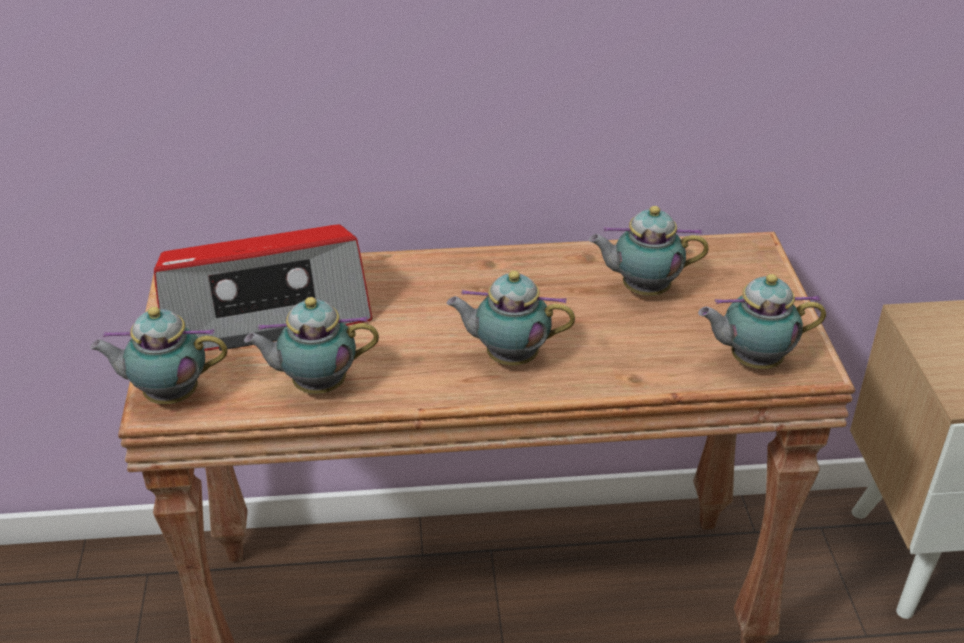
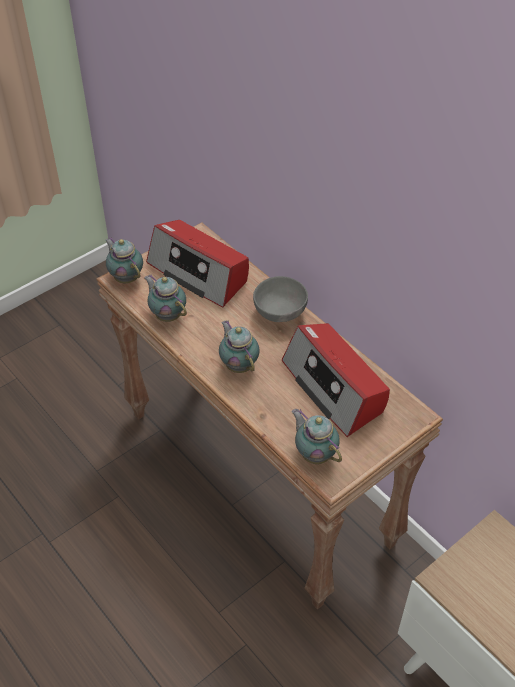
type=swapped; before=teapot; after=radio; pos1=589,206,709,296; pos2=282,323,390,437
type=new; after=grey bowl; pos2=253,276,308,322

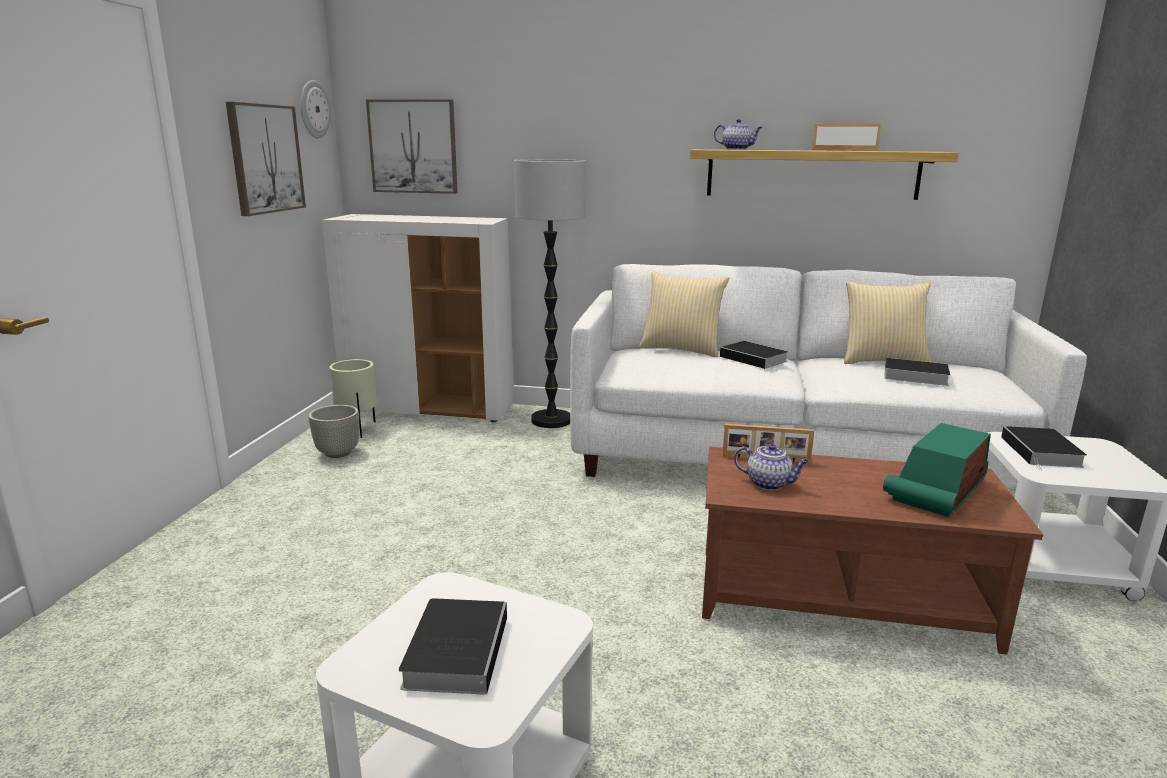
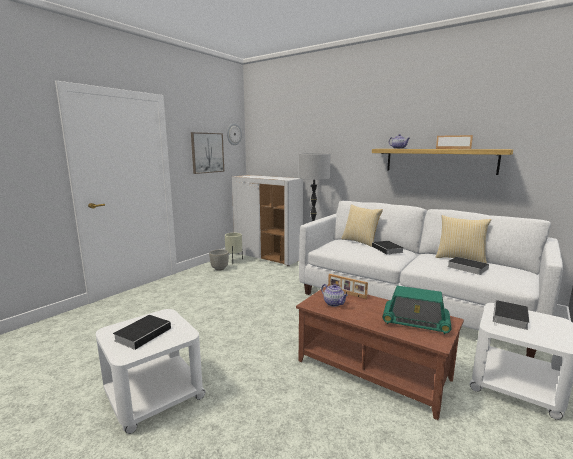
type=gone; before=picture; pos1=366,99,458,194
type=rotated; before=radio; pos1=883,423,991,517; pos2=383,286,452,334; turn=-135

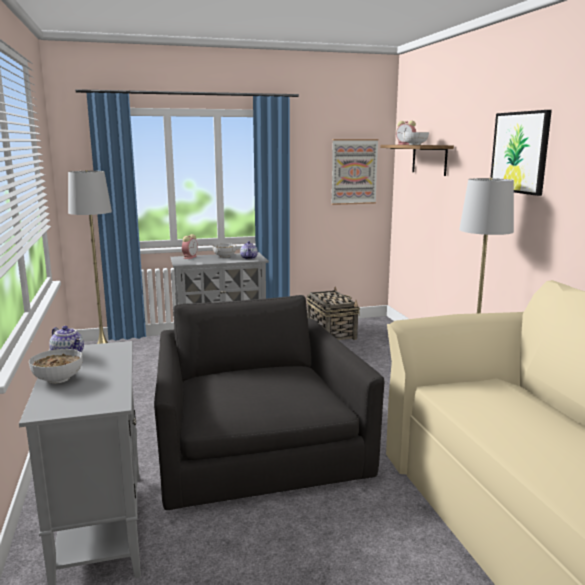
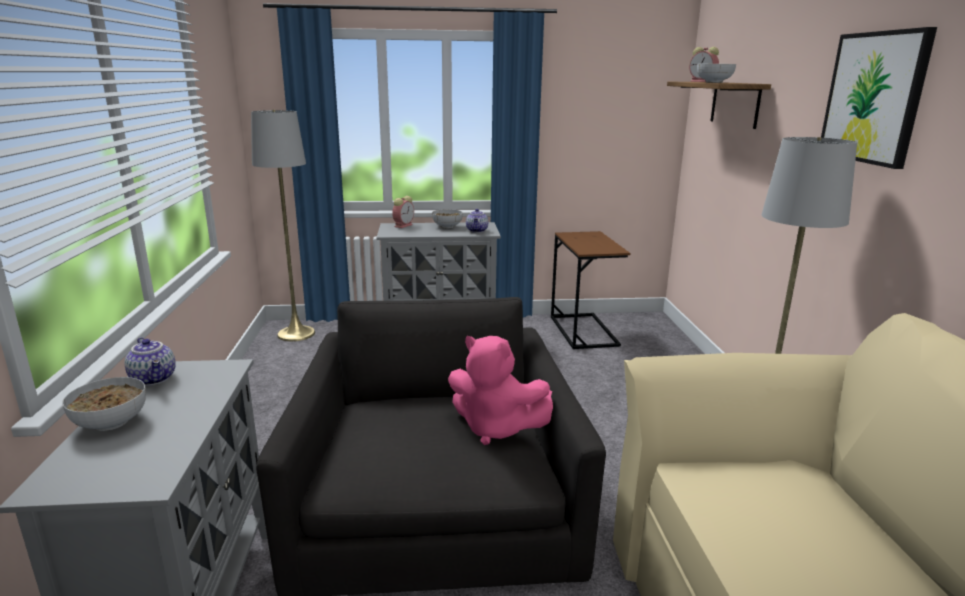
type=swapped; before=basket; after=brown side table; pos1=306,286,360,340; pos2=551,231,630,349
type=gone; before=picture; pos1=331,139,379,205
type=new; after=pink plush toy; pos2=448,336,553,445

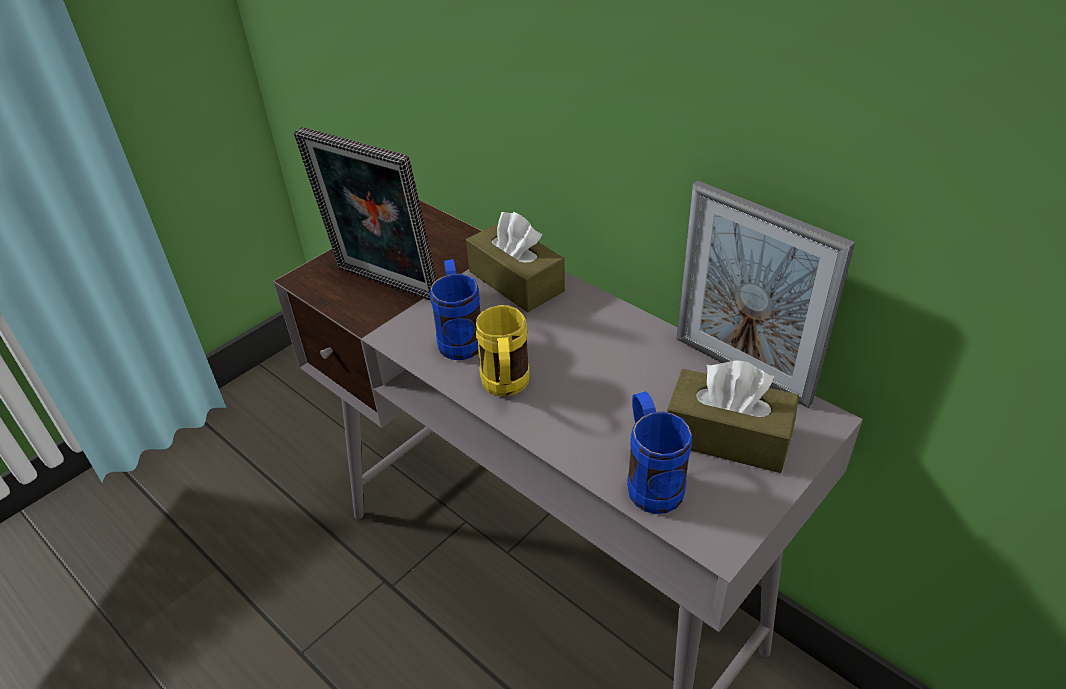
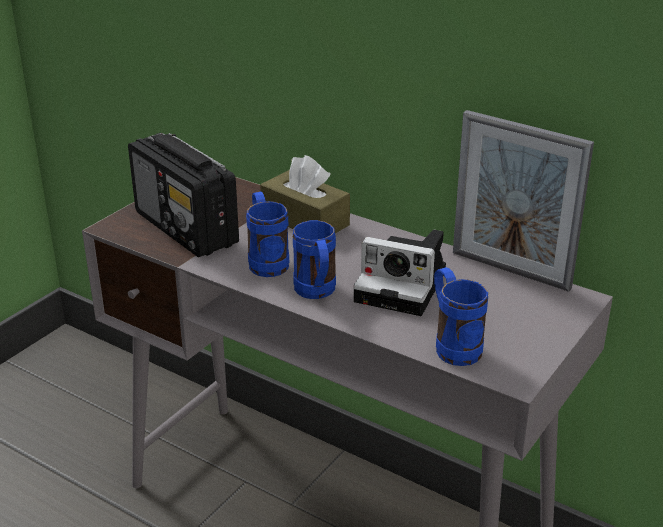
type=swapped; before=picture frame; after=radio; pos1=294,127,437,301; pos2=128,133,239,257
type=repainted; before=yellow mug; after=blue mug; pos1=475,305,529,396; pos2=293,220,336,299
type=gone; before=brown tissue box; pos1=667,360,799,473
type=new; after=photo camera; pos2=353,229,446,316

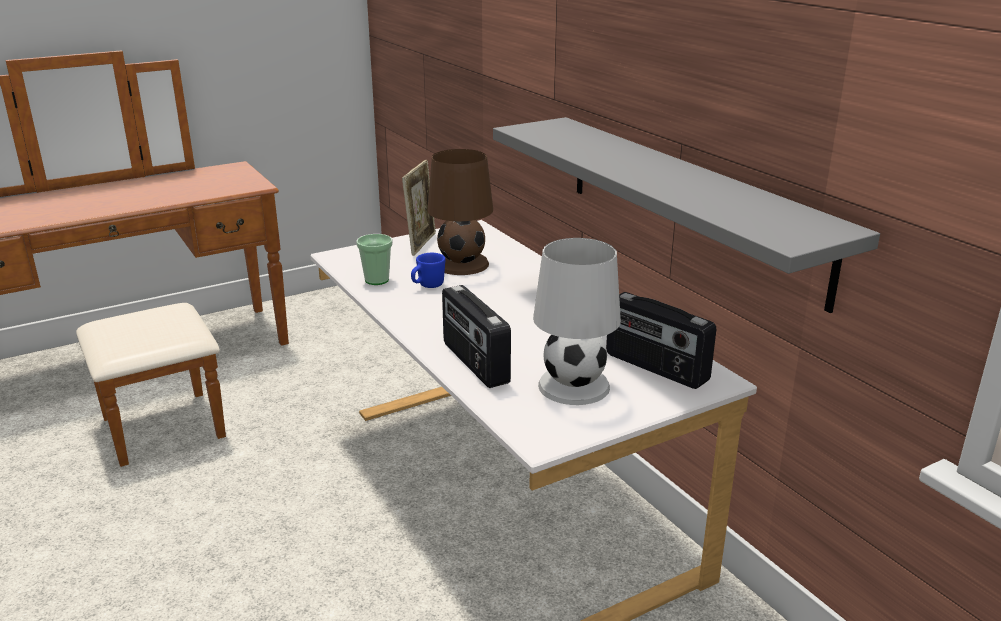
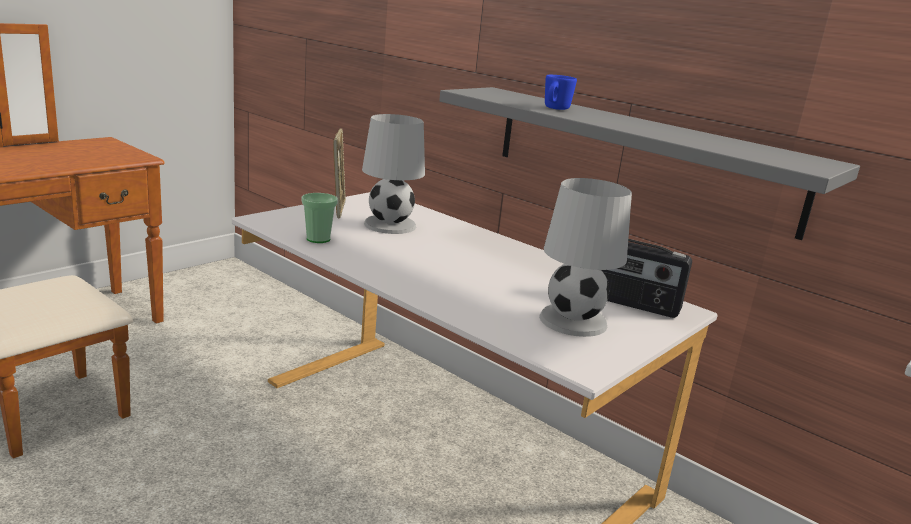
type=shifted; before=blue mug; pos1=411,253,445,288; pos2=545,75,577,110
type=repainted; before=brown table lamp; after=white table lamp; pos1=427,149,493,275; pos2=362,114,425,234
type=gone; before=radio; pos1=442,285,511,388

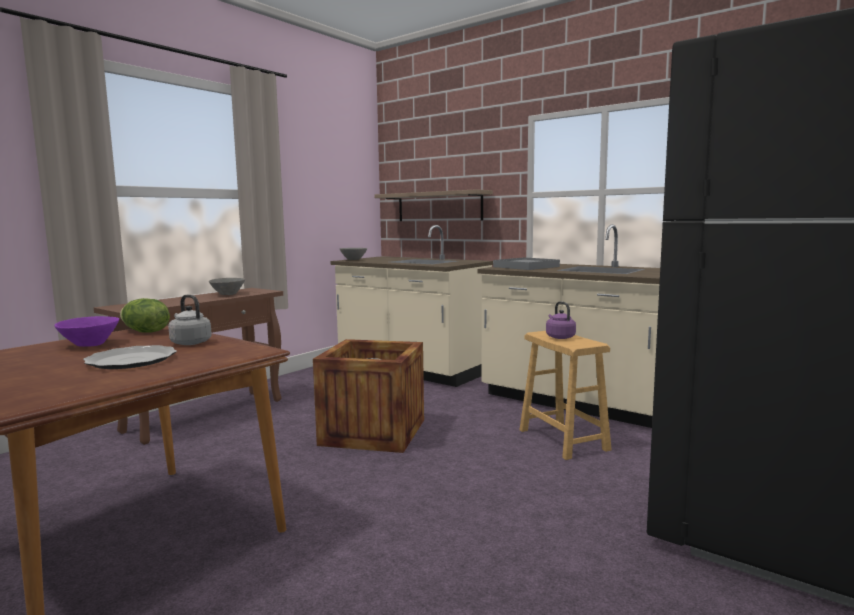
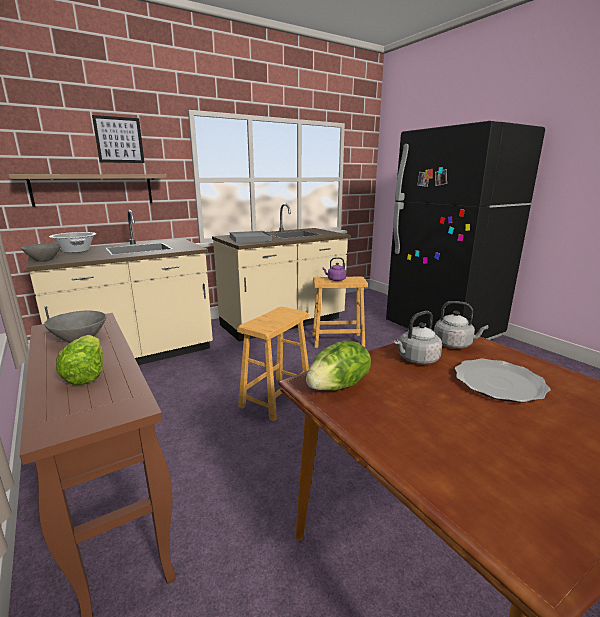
type=gone; before=purple bowl; pos1=55,316,119,347
type=swapped; before=crate; after=brown stool; pos1=313,339,424,453; pos2=237,307,309,421
type=new; after=cooking pot; pos2=49,232,96,253
type=new; after=lettuce; pos2=56,335,103,385
type=new; after=picture; pos2=92,115,145,163
type=new; after=grey kettle; pos2=434,301,488,349

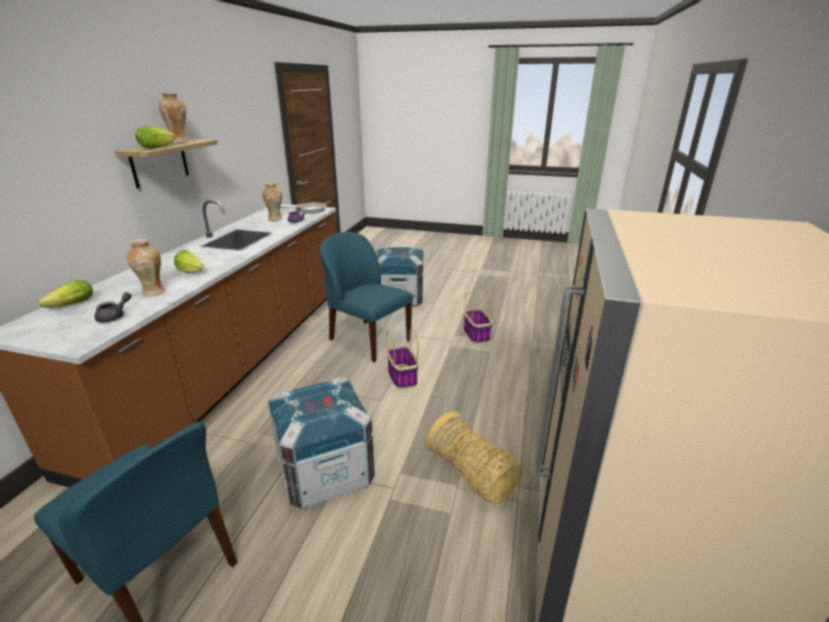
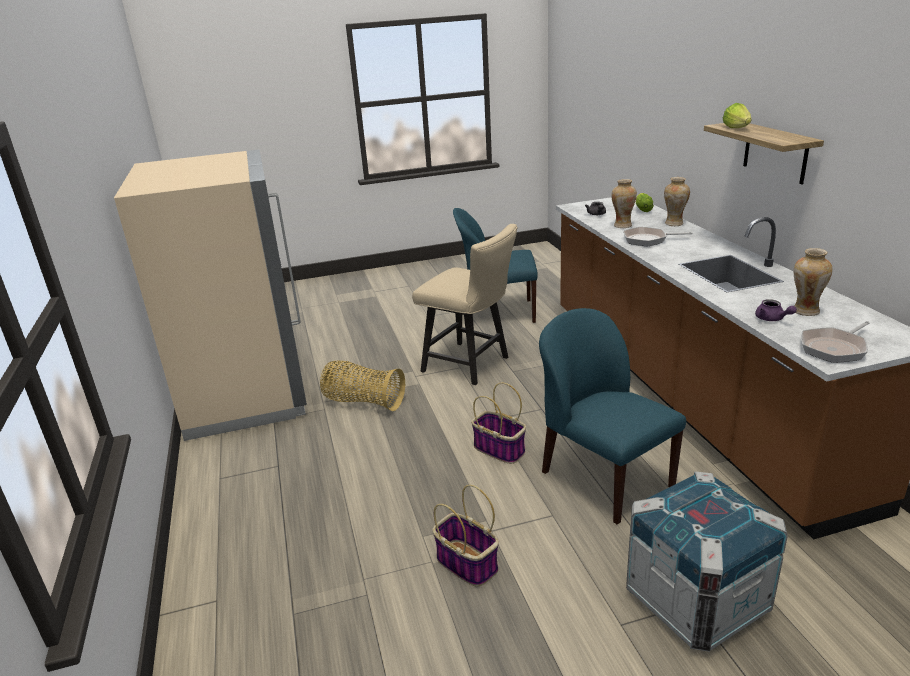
type=shifted; before=vase; pos1=159,93,189,143; pos2=664,177,690,226
type=swapped; before=lettuce; after=frying pan; pos1=174,250,204,273; pos2=623,227,692,247
type=swapped; before=crate; after=beige chair; pos1=268,377,375,509; pos2=412,224,518,385
type=rotated; before=blue chair; pos1=319,232,413,362; pos2=539,308,686,524; turn=-135

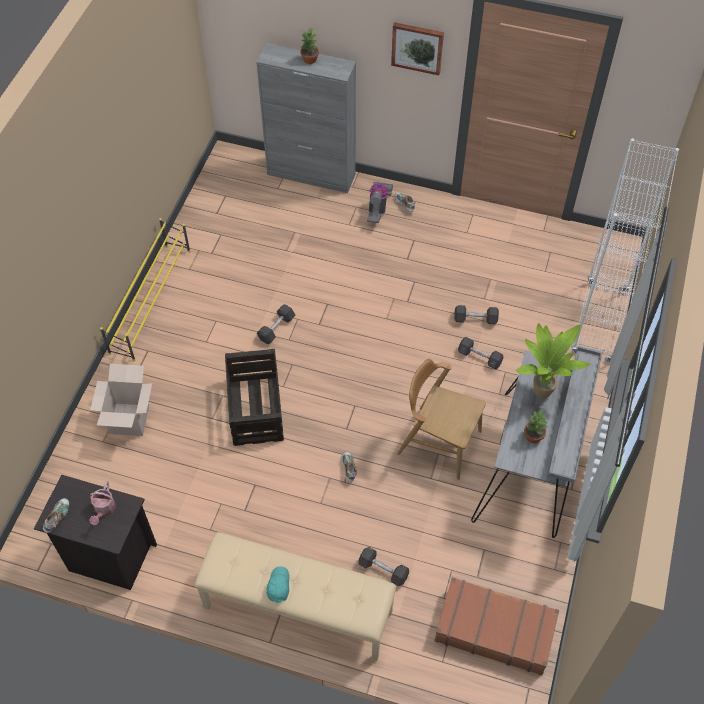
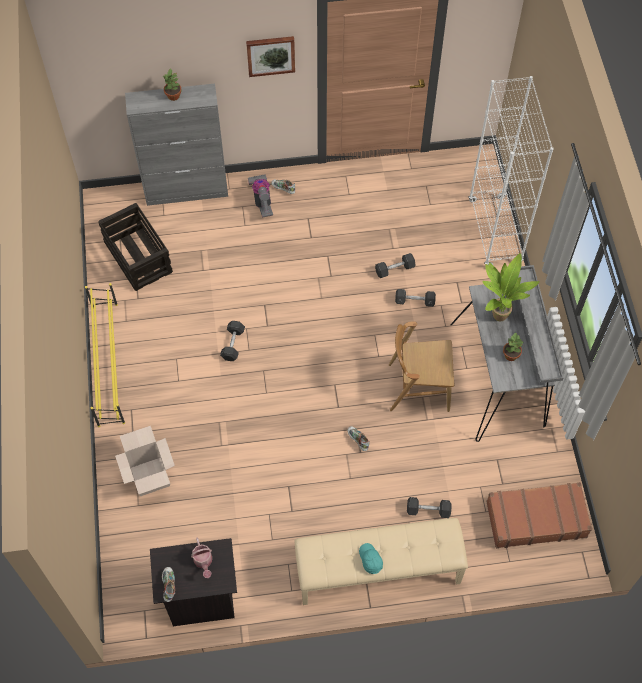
type=shifted; before=crate; pos1=225,349,284,446; pos2=98,203,173,291

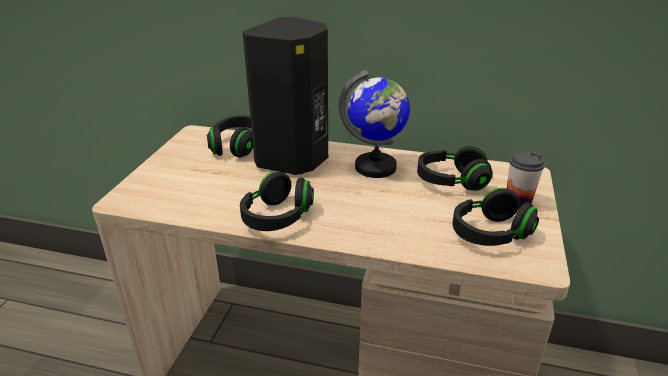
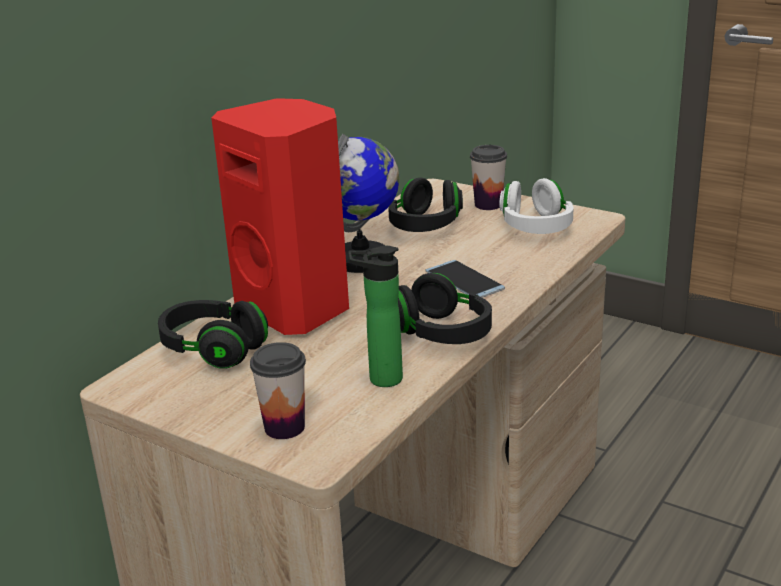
type=repainted; before=black speaker; after=red speaker; pos1=243,17,328,175; pos2=211,98,349,335
type=repainted; before=black headphones; after=white headphones; pos1=452,188,539,246; pos2=499,178,573,234
type=new; after=cup; pos2=250,342,306,439
type=new; after=bottle; pos2=348,246,403,387
type=new; after=phone; pos2=426,260,505,298

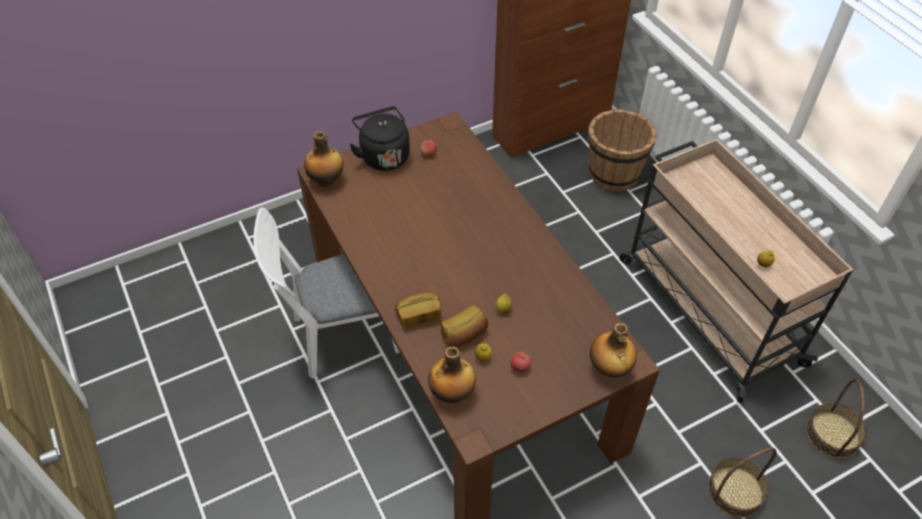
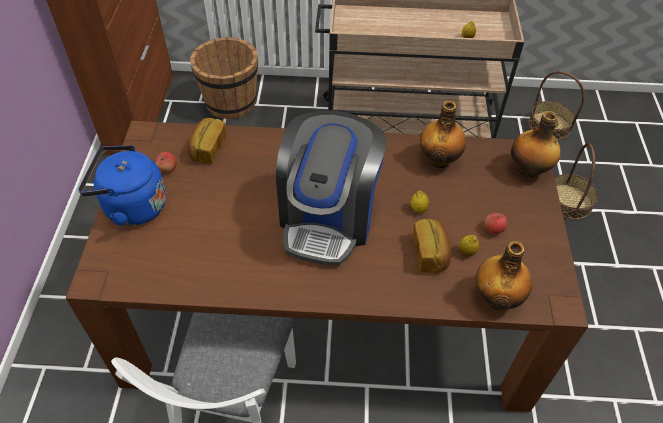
type=shifted; before=bottle; pos1=304,131,344,187; pos2=420,101,466,168
type=repainted; before=black kettle; after=blue kettle; pos1=350,106,410,171; pos2=78,145,166,226
type=shifted; before=bread; pos1=395,291,441,328; pos2=188,118,227,164
type=new; after=coffee machine; pos2=276,110,387,265

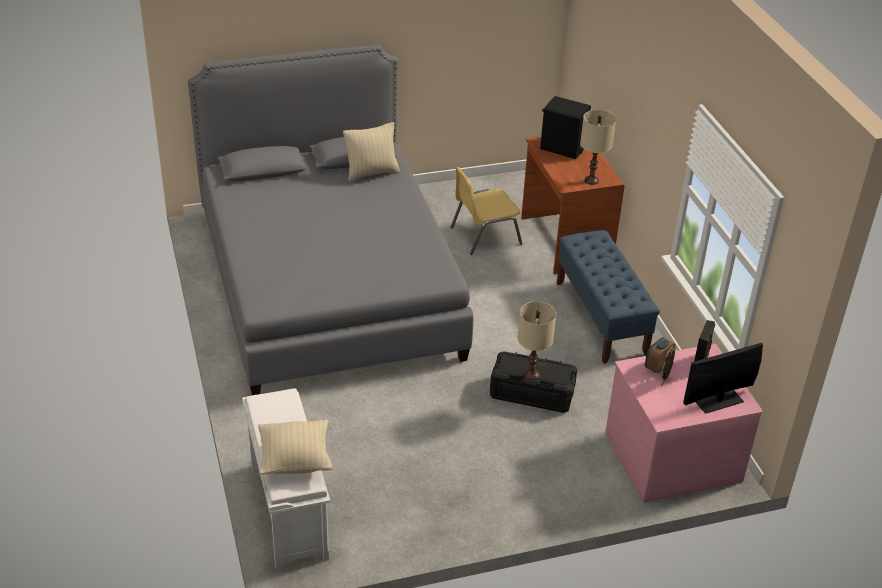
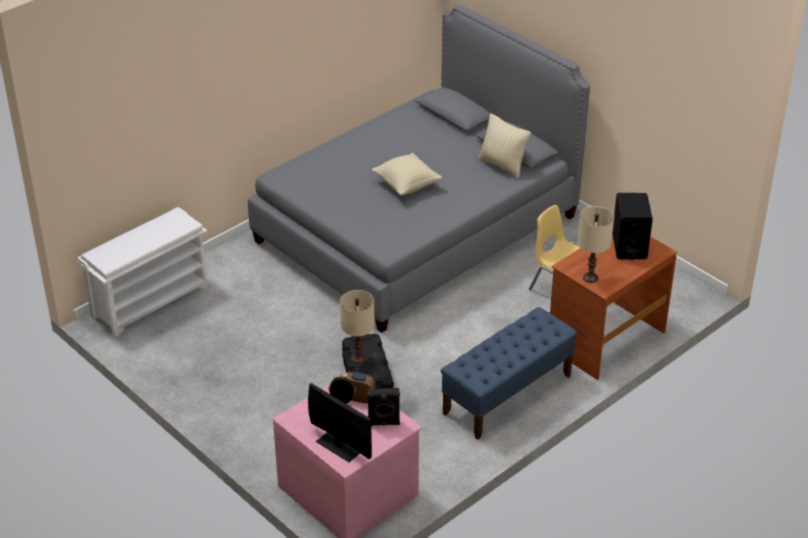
type=shifted; before=beige pillow; pos1=258,420,333,475; pos2=372,153,443,196

